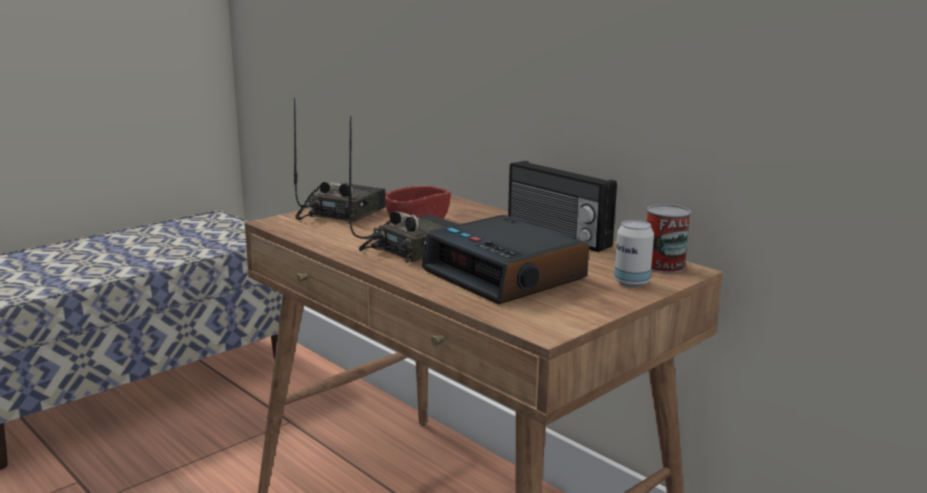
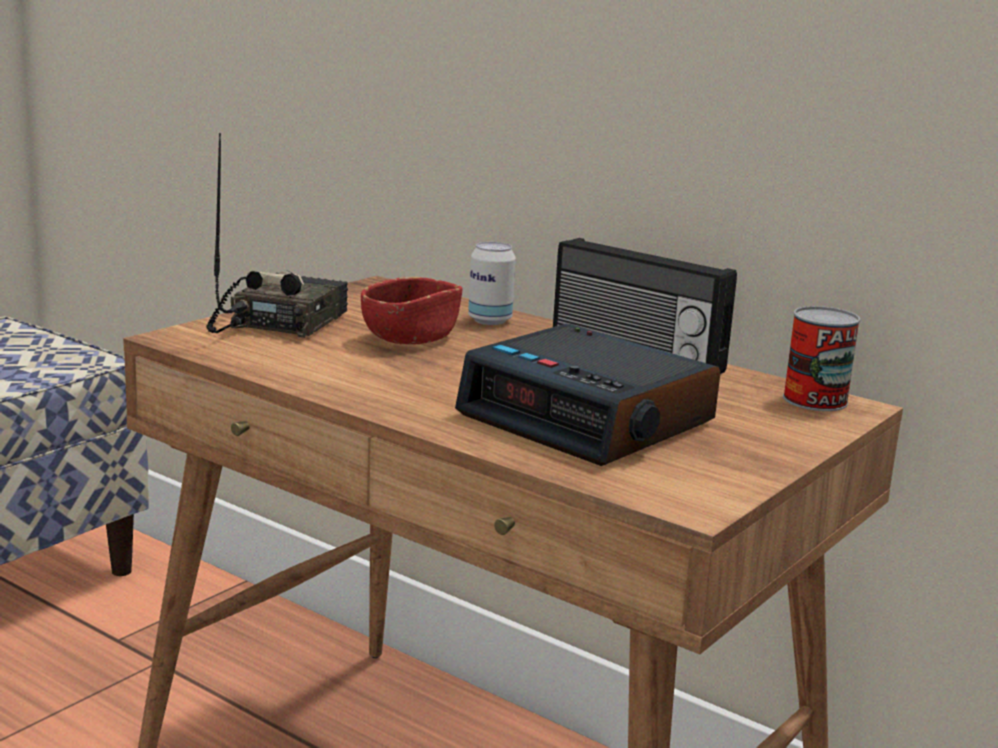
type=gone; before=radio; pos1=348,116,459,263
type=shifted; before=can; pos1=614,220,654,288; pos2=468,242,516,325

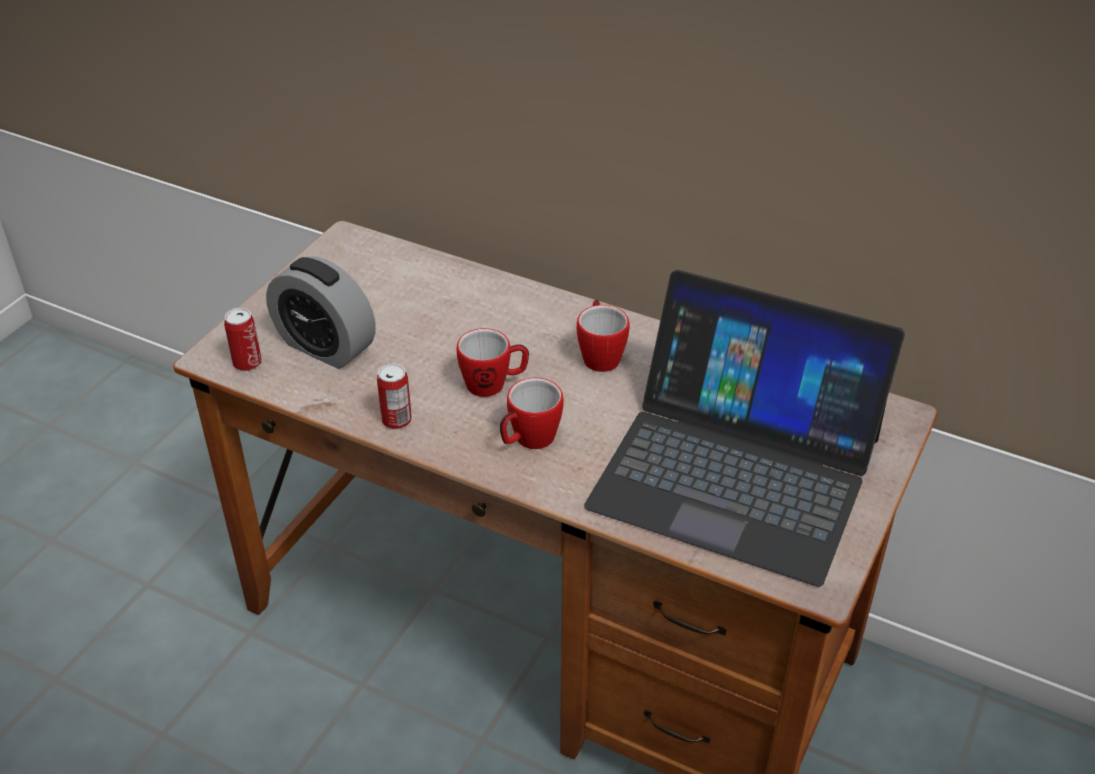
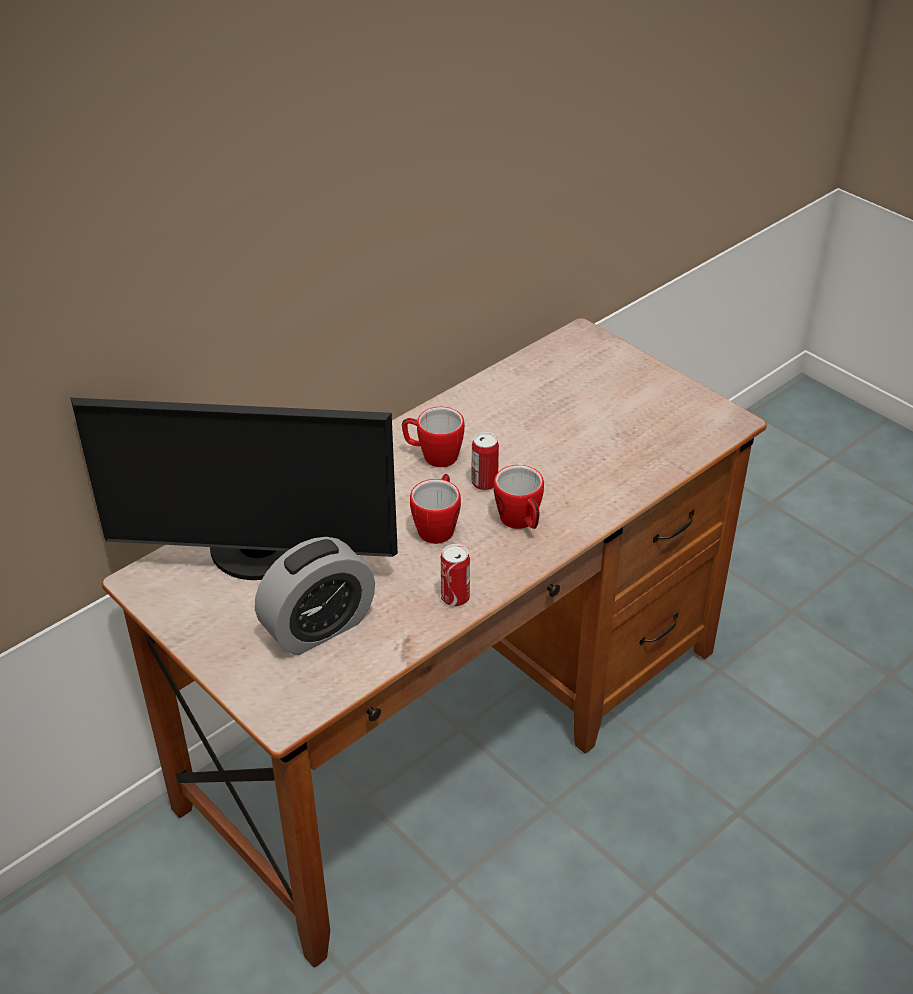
type=shifted; before=can; pos1=224,308,262,371; pos2=471,432,499,491
type=gone; before=laptop; pos1=584,270,905,587
type=new; after=monitor; pos2=71,398,398,580

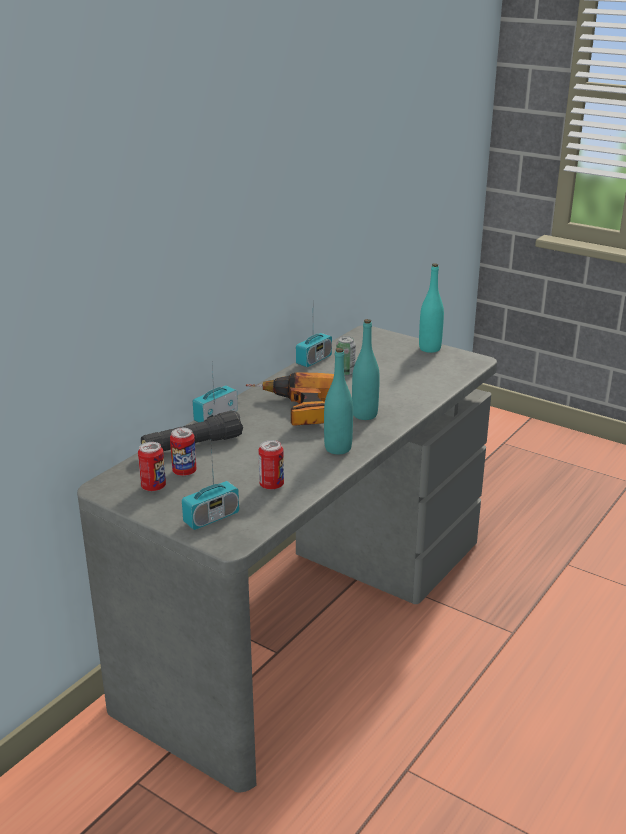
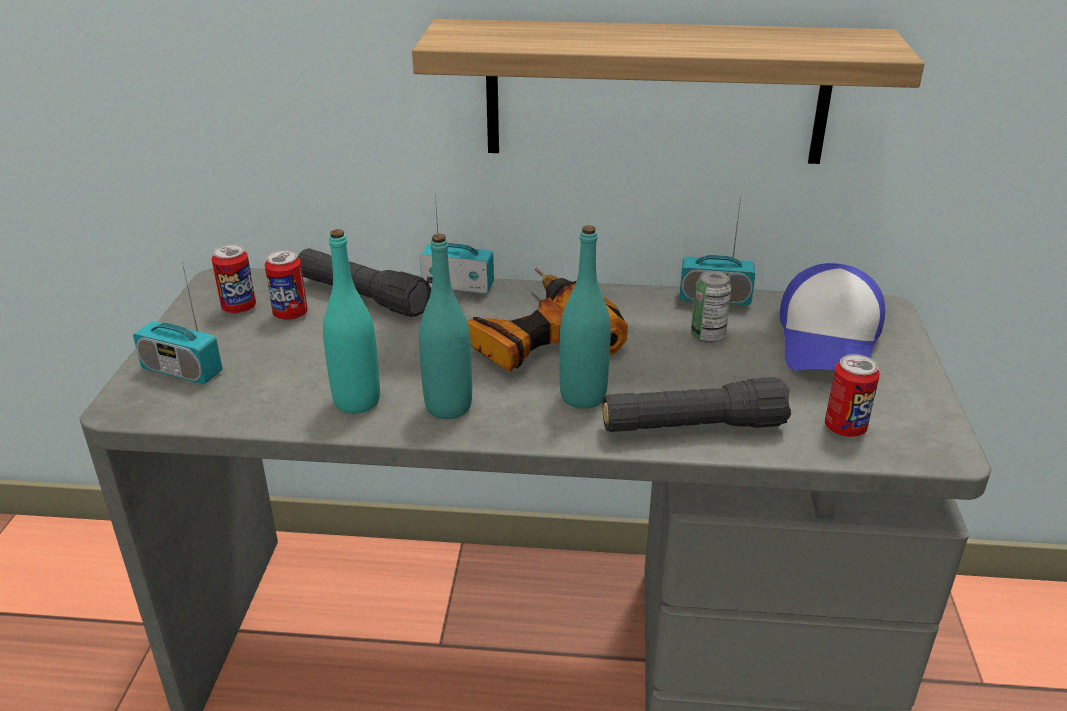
type=shifted; before=can; pos1=258,440,284,490; pos2=825,354,880,437
type=shifted; before=turquoise bottle; pos1=419,263,444,353; pos2=323,229,380,414
type=new; after=shelf; pos2=412,19,924,164
type=new; after=black flashlight; pos2=602,377,791,432
type=new; after=cap; pos2=780,263,885,371

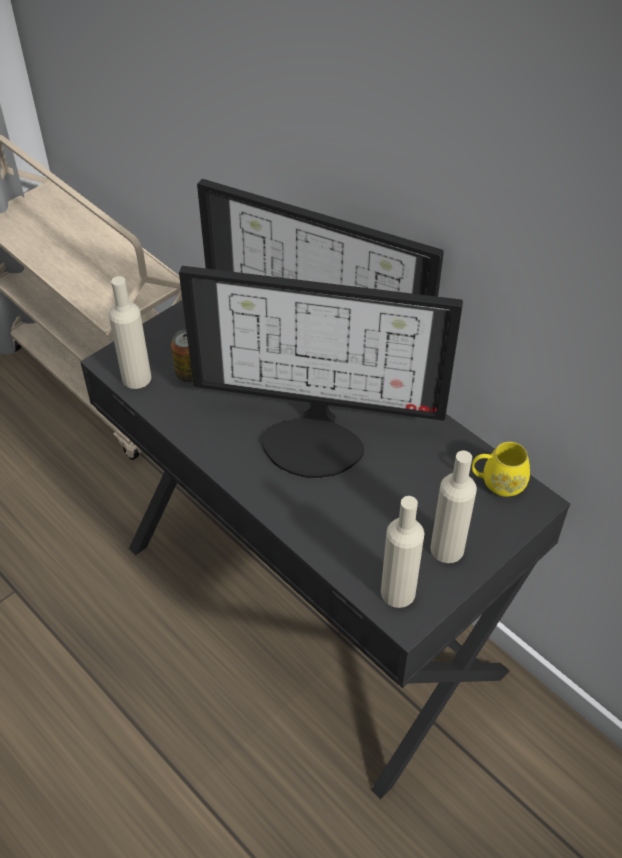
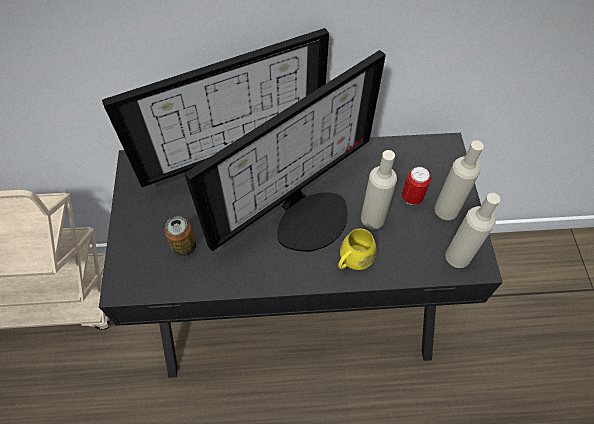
type=shifted; before=beige bottle; pos1=109,276,151,389; pos2=361,150,397,229
type=shifted; before=yellow mug; pos1=472,442,530,497; pos2=338,228,377,270
type=new; after=can; pos2=402,167,431,205

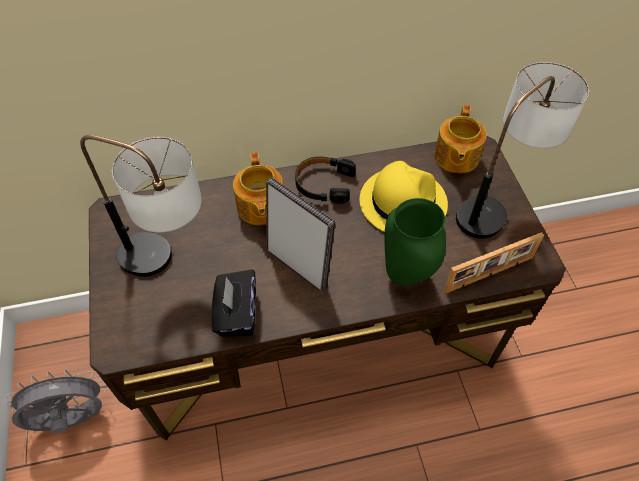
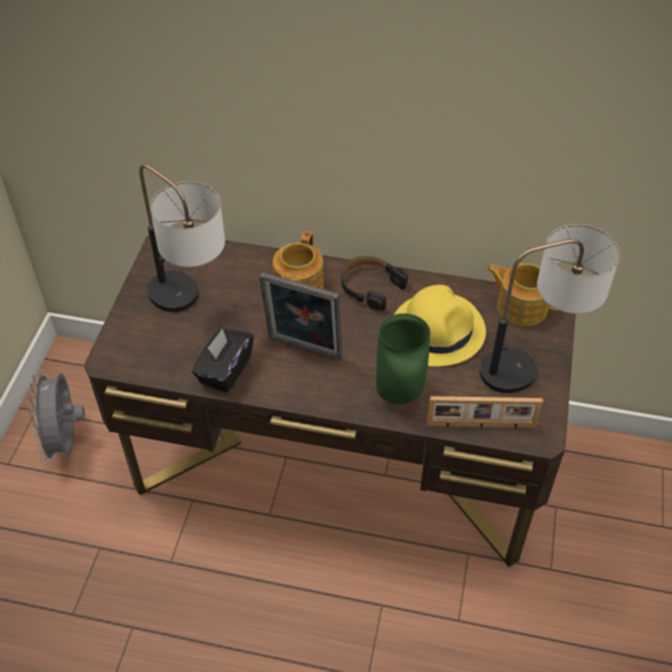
type=rotated; before=grey fan; pos1=5,369,106,433; pos2=29,370,85,464; turn=-105
type=rotated; before=picture frame; pos1=266,177,336,293; pos2=259,272,342,361; turn=135
type=rotated; before=teapot; pos1=434,105,487,173; pos2=487,263,559,326; turn=75

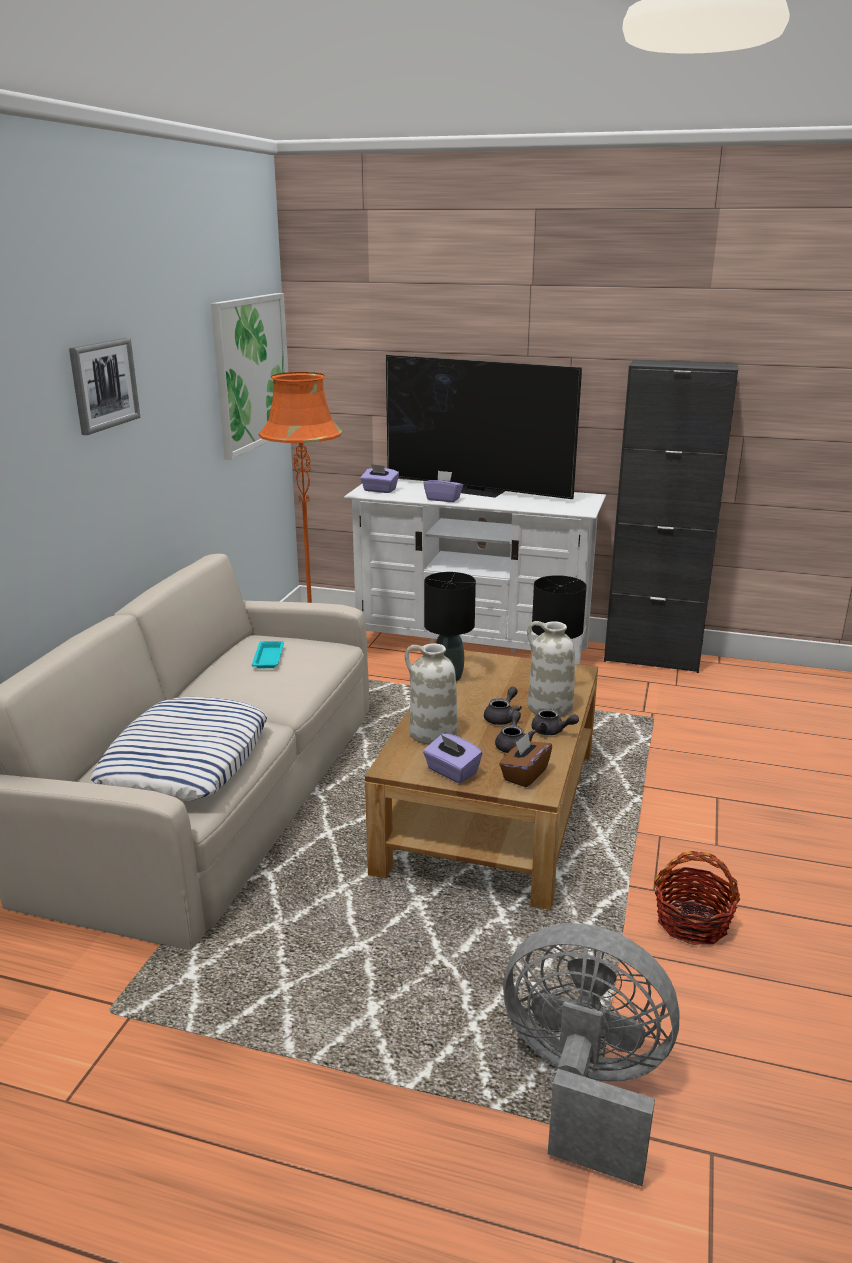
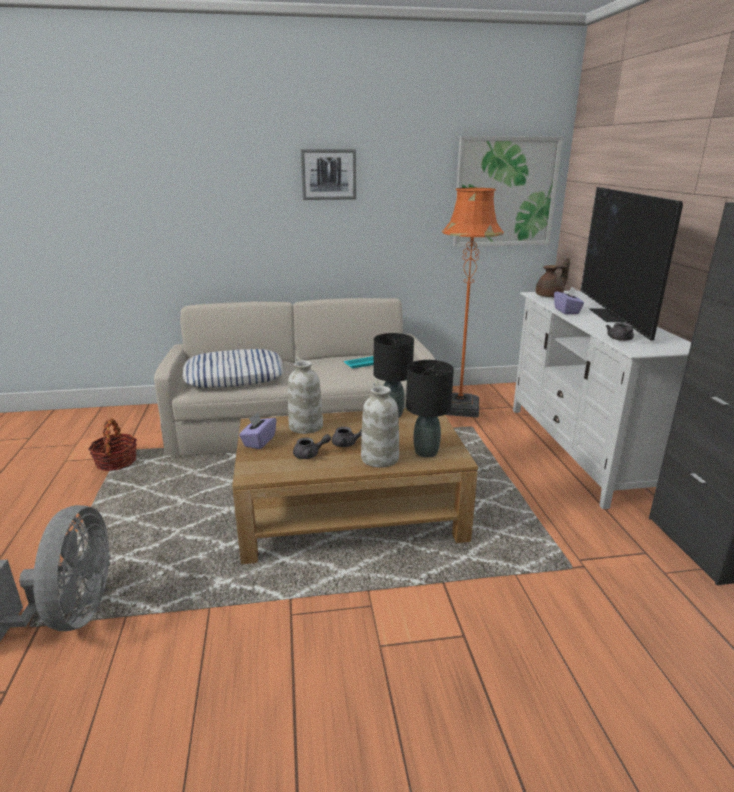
type=swapped; before=purple tissue box; after=brown teapot; pos1=360,464,399,493; pos2=536,258,570,297
type=gone; before=brown tissue box; pos1=499,733,552,787
type=shifted; before=grey teapot; pos1=532,708,579,735; pos2=606,323,634,341
type=shifted; before=basket; pos1=654,851,740,945; pos2=88,418,137,471

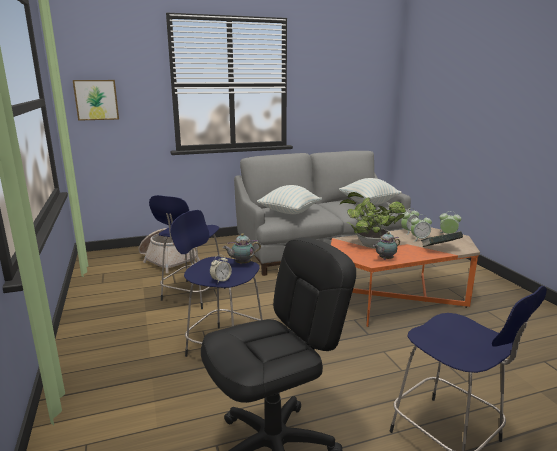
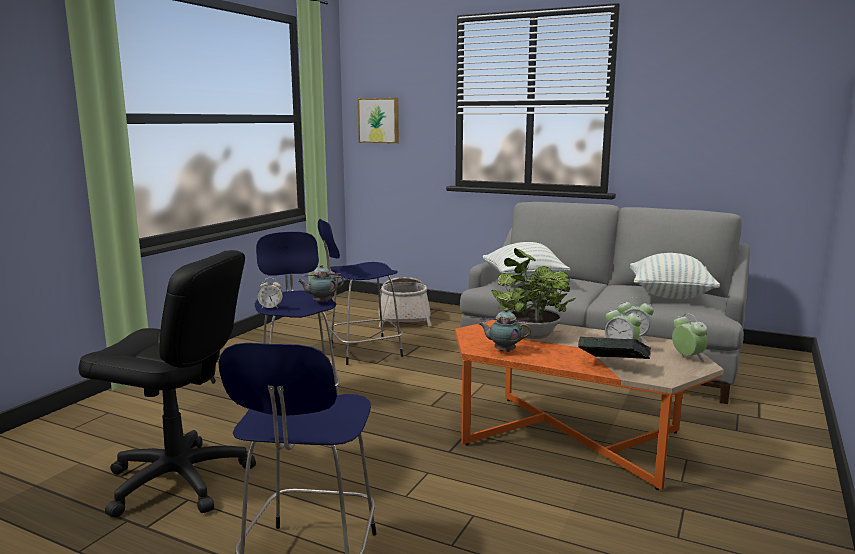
type=rotated; before=teapot; pos1=223,233,261,264; pos2=298,264,344,303; turn=-45

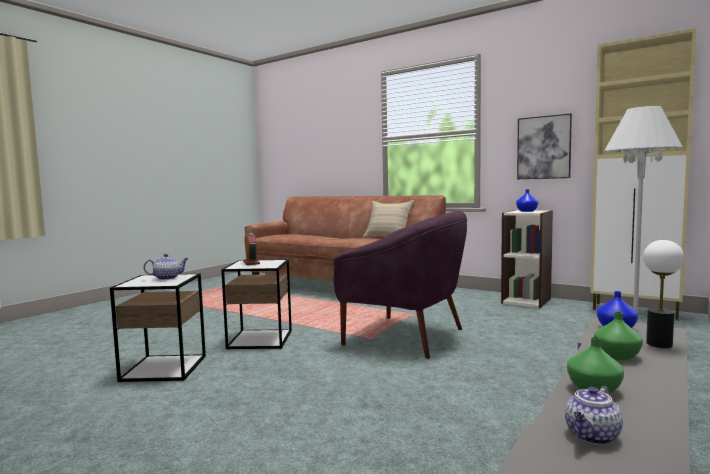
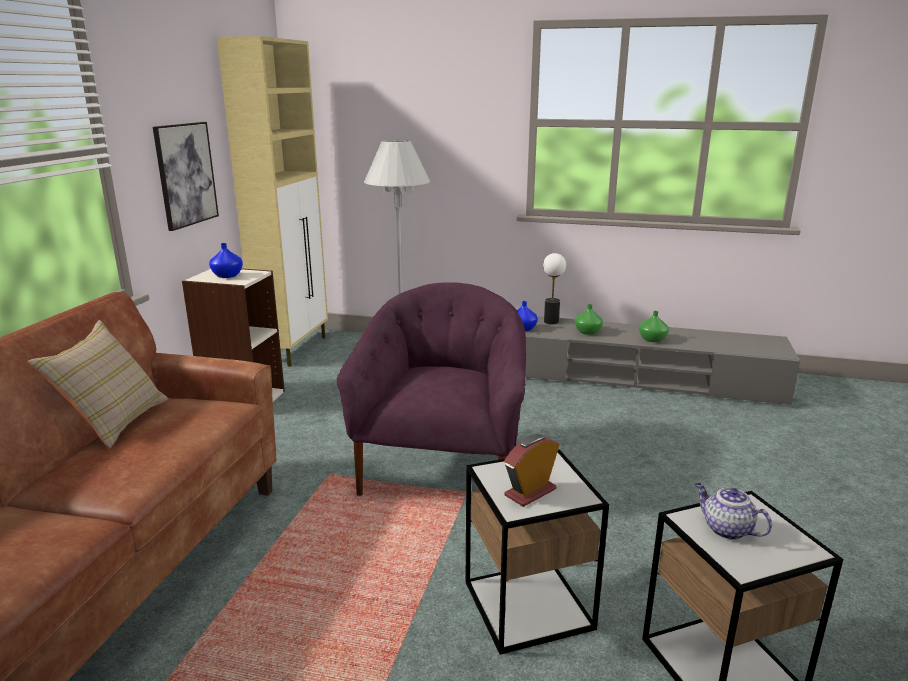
type=gone; before=teapot; pos1=565,386,623,445

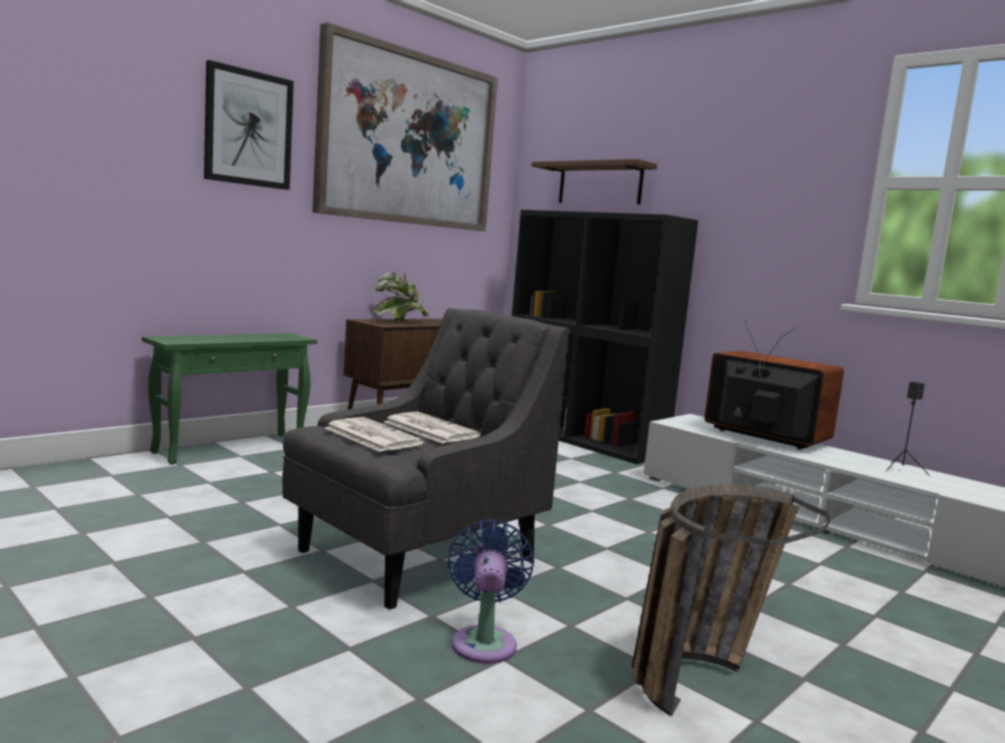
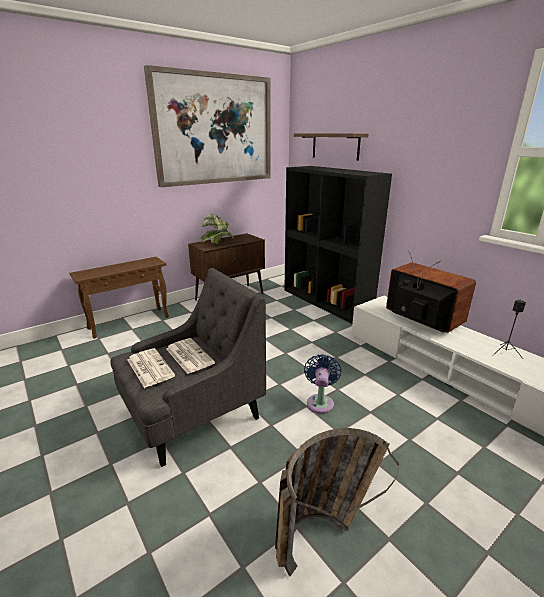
type=repainted; before=green side table; after=brown side table; pos1=142,333,317,464; pos2=69,257,169,339
type=gone; before=picture; pos1=204,60,294,190
type=shifted; before=blue fan; pos1=447,520,534,664; pos2=304,354,341,414

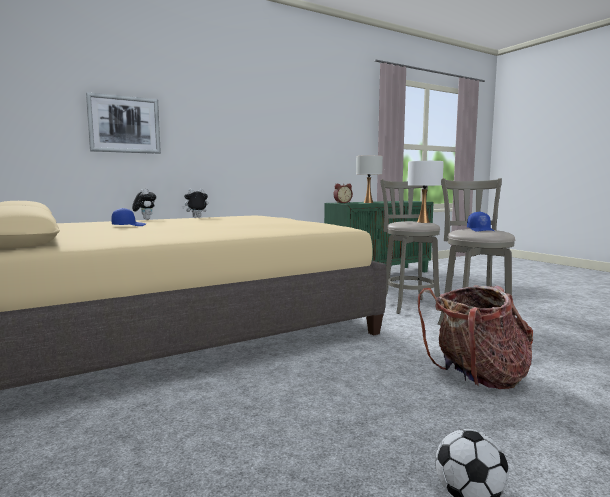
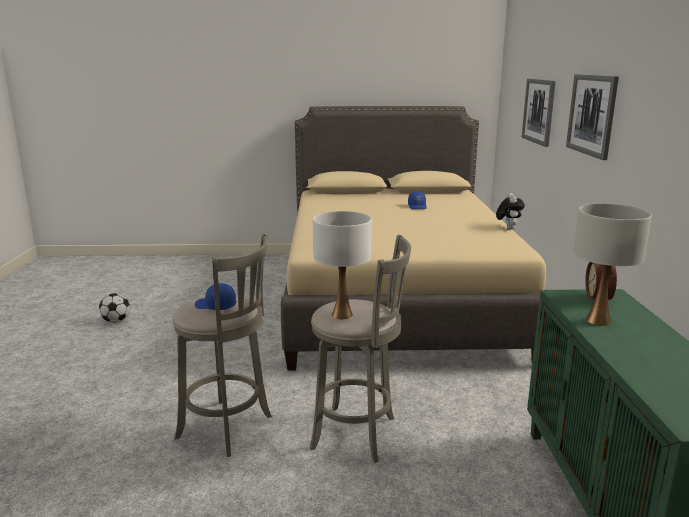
type=gone; before=plush toy; pos1=132,189,156,220
type=gone; before=backpack; pos1=418,285,533,389
type=new; after=picture; pos2=566,74,619,160

